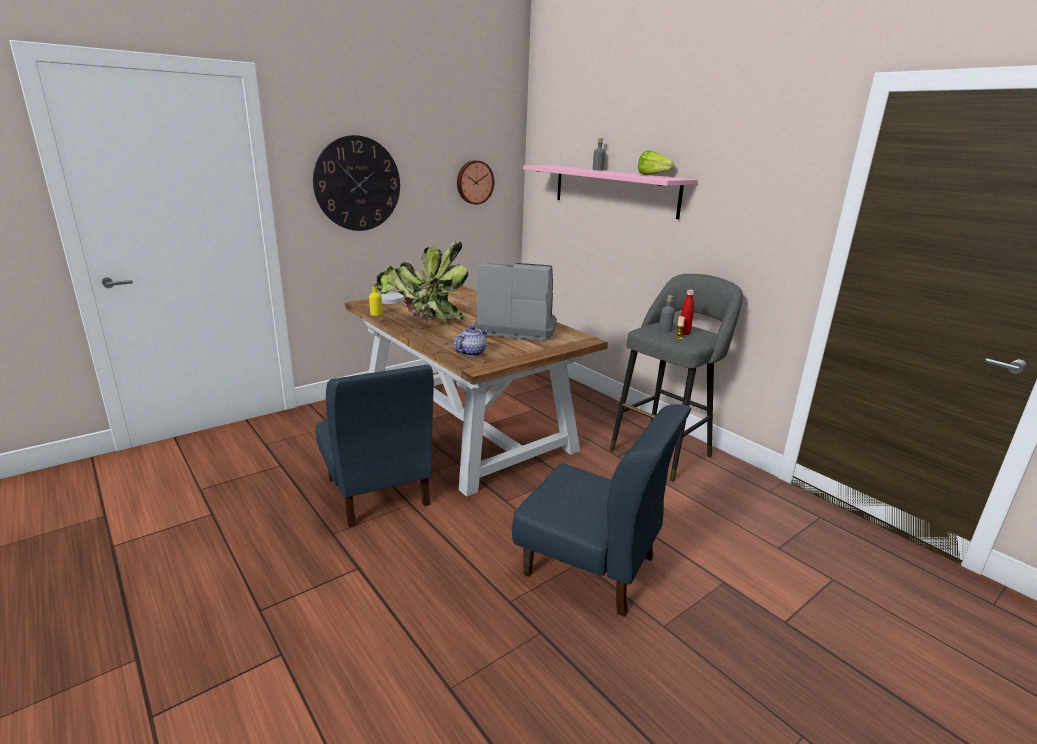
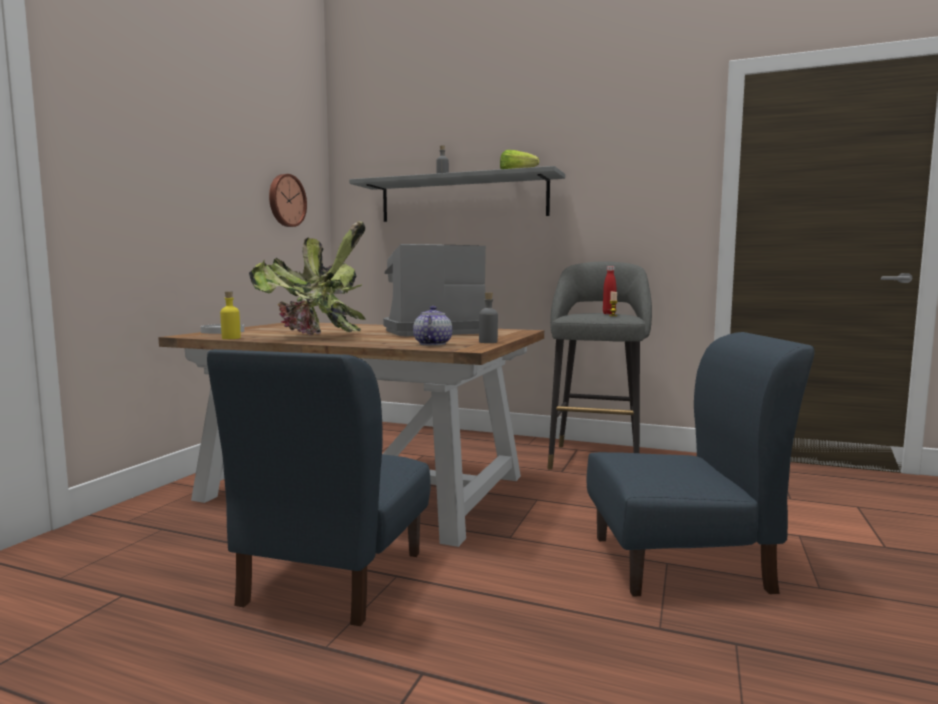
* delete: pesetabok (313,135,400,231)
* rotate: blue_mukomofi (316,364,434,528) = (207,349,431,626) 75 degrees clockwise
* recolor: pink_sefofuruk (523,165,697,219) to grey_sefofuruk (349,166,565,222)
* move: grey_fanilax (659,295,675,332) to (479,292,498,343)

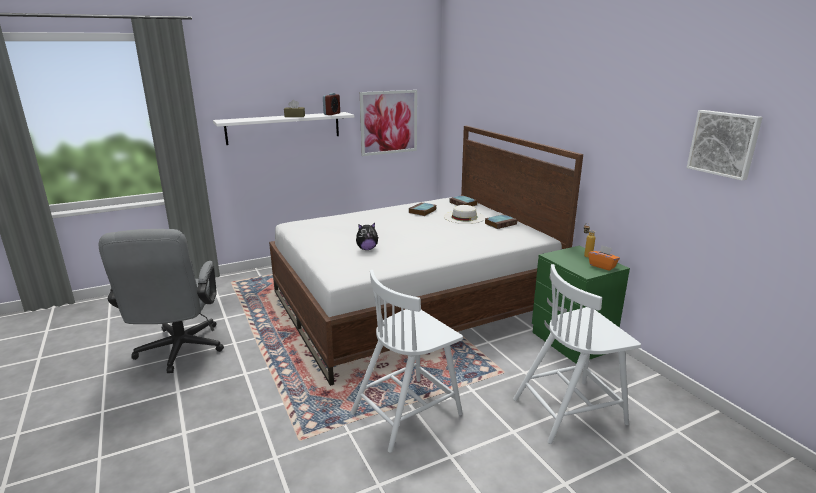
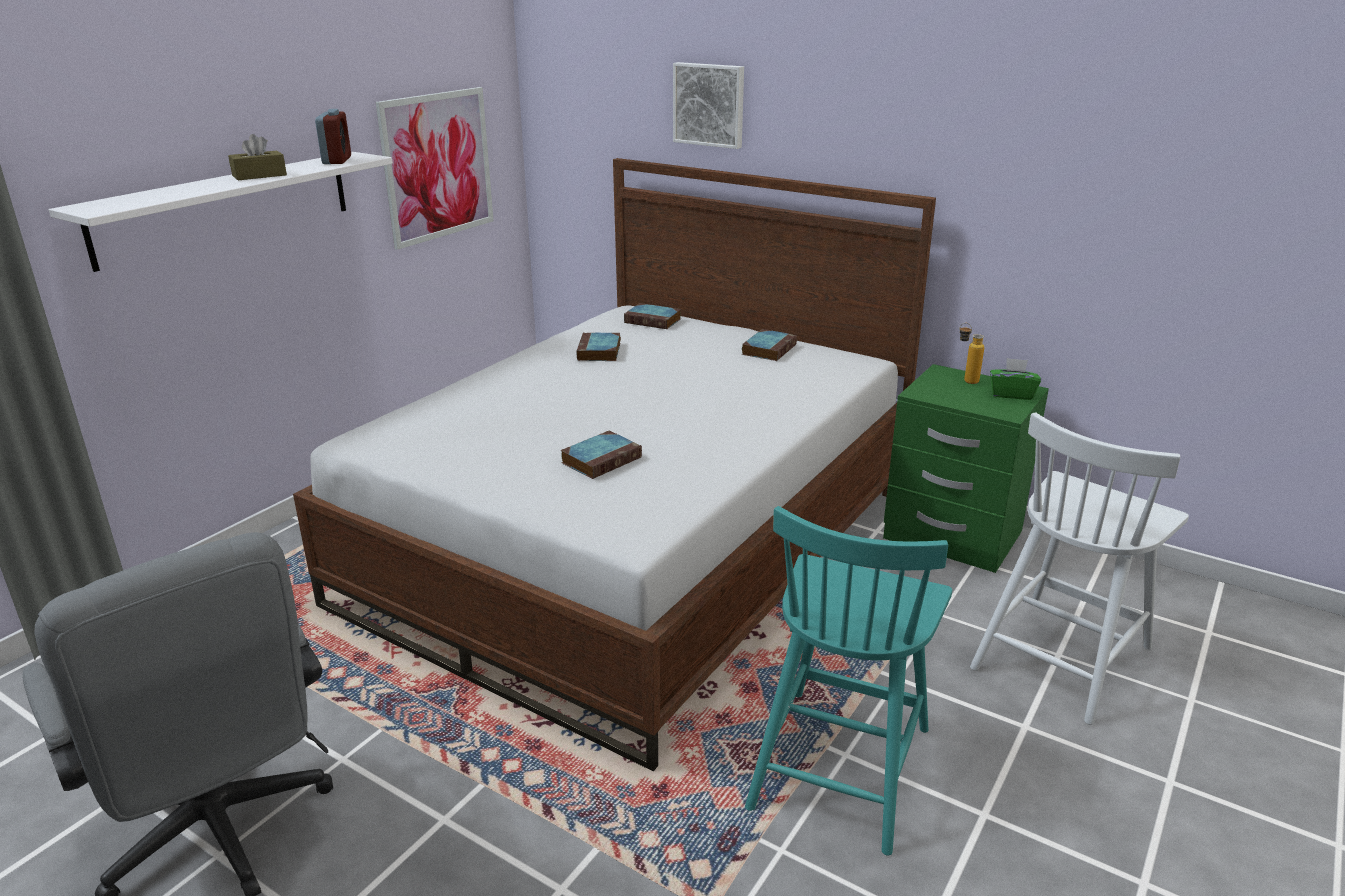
* recolor: white_mukomofi (351,270,463,453) to turquoise_mukomofi (745,506,952,856)
* replace: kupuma (356,223,378,250) to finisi (560,431,642,479)
* delete: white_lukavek (444,205,485,224)
* recolor: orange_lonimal (588,245,620,271) to green_lonimal (990,358,1041,400)
* move: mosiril (687,110,763,181) to (673,62,744,149)

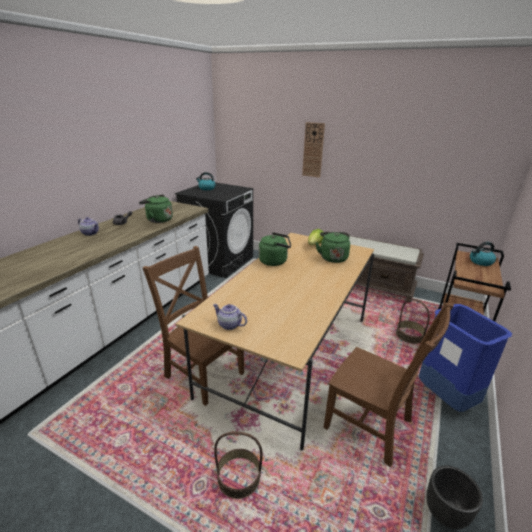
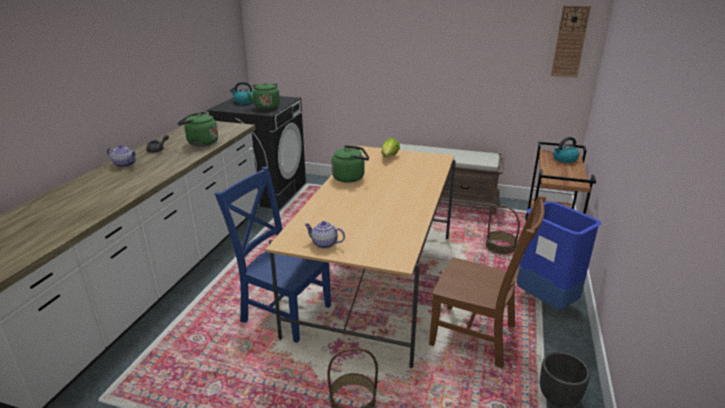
* recolor: brown_mukomofi (142,246,244,406) to blue_mukomofi (215,166,331,343)
* move: pesetabok (302,122,325,178) to (551,5,591,77)
* move: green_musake (315,232,350,263) to (247,82,280,110)

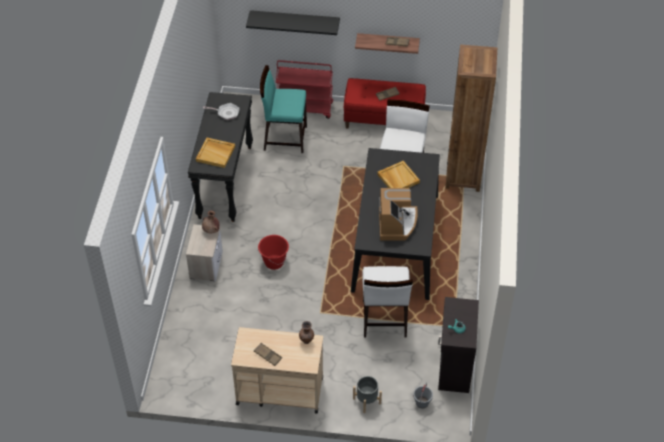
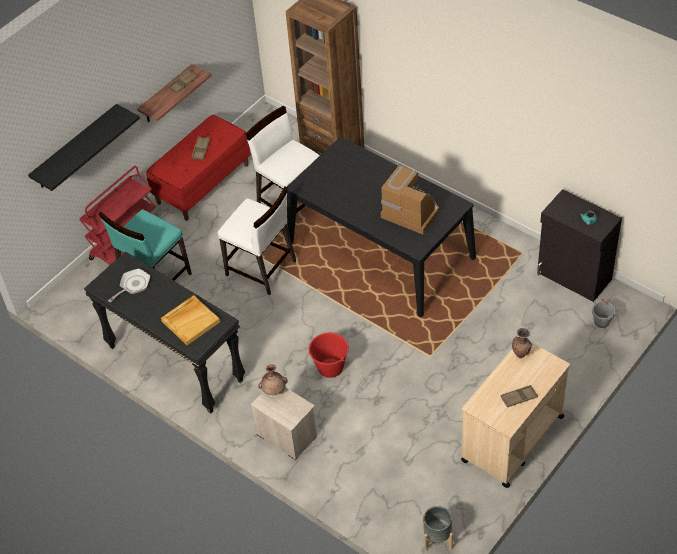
* move: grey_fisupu (353,376,382,413) to (423,506,453,551)
* move: white_mukomofi (362,266,413,337) to (218,186,296,295)
* delete: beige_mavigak (377,161,420,188)

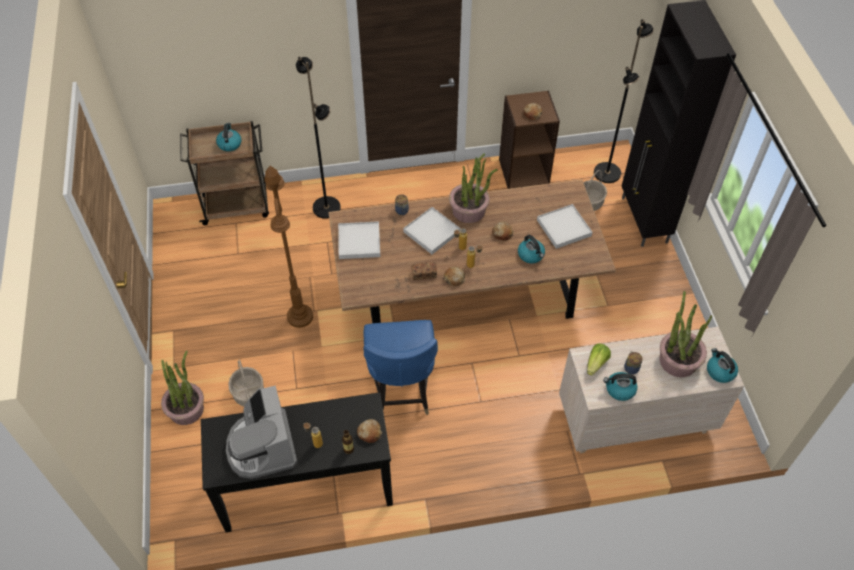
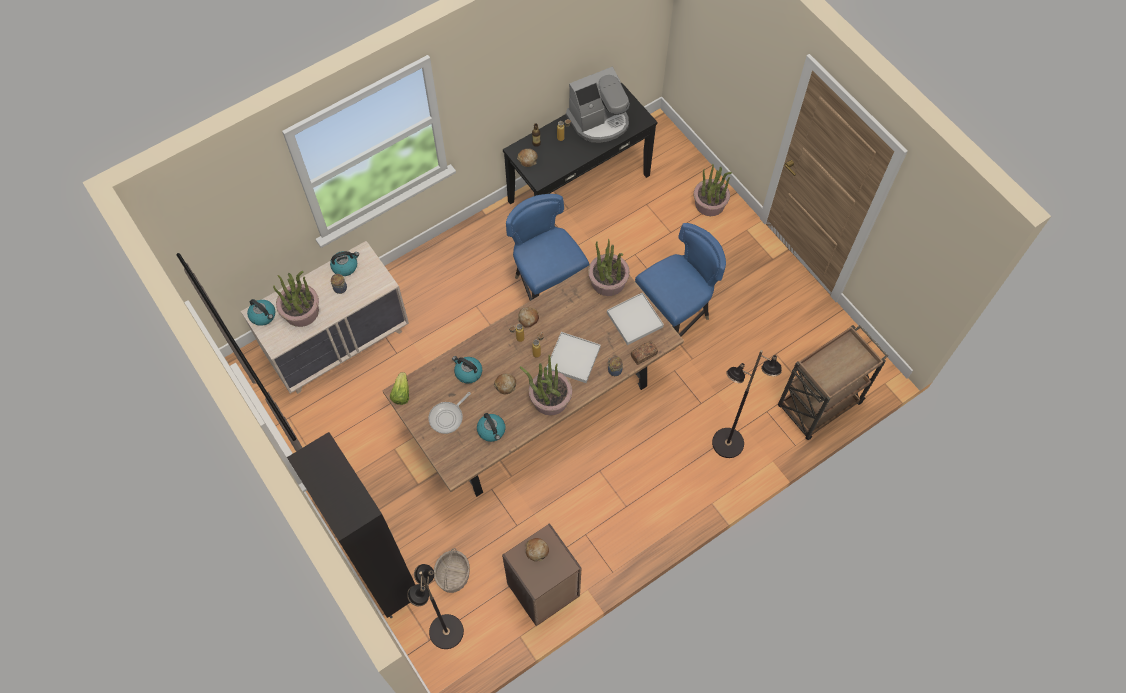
* move: musake (216,123,242,151) to (477,413,506,442)
* rotate: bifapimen (226,385,297,479) = (566,67,630,143) 105 degrees clockwise
* delete: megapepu (228,359,264,406)
* replace: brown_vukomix (265,166,313,328) to blue_mukomofi (635,223,726,350)
* move: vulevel (412,262,437,280) to (631,341,658,365)
* replace: white_mavigak (537,204,593,249) to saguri (428,392,471,434)
* move: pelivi (587,344,611,376) to (390,372,409,405)
* insert: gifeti (588,239,630,296)

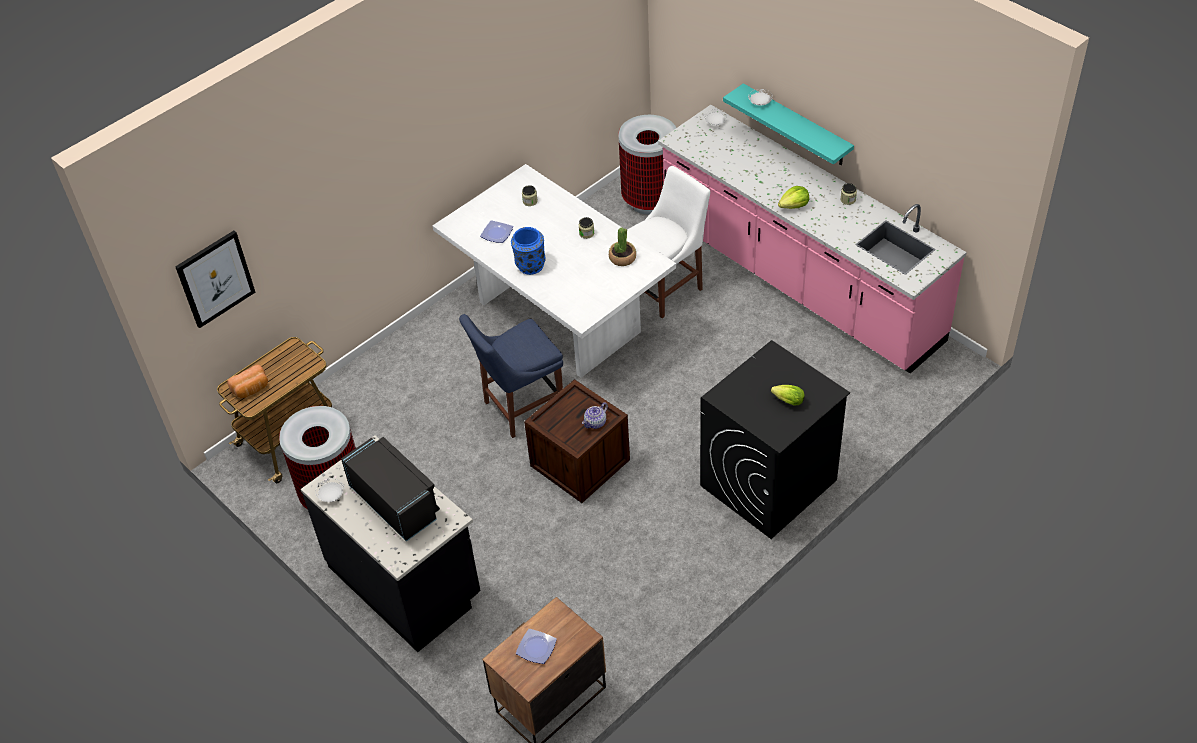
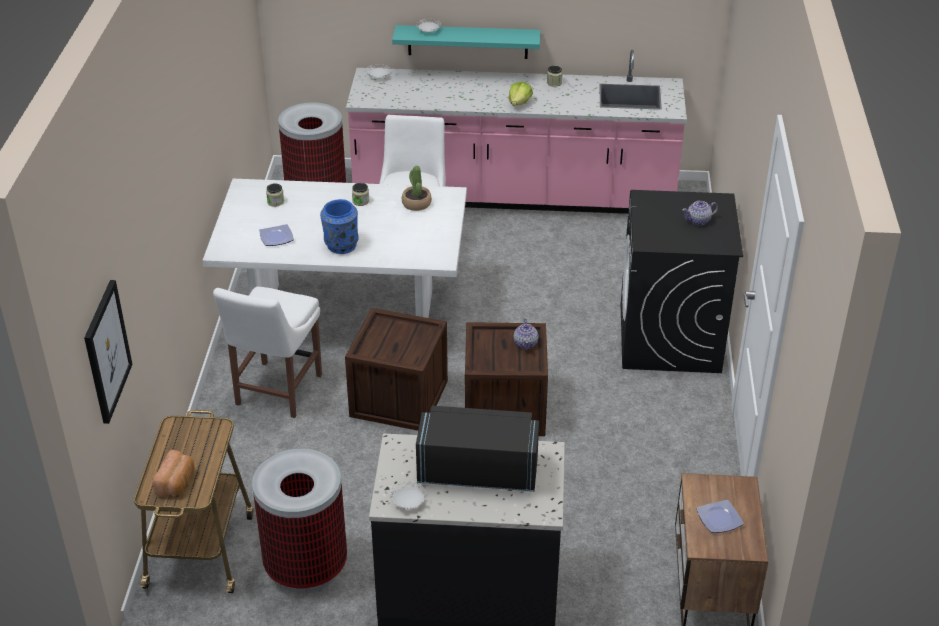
* replace: blue_mukomofi (459,314,563,438) to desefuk (345,308,448,431)
* replace: pelivi (771,385,805,406) to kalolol (682,201,718,226)
* insert: white_mukomofi (213,287,322,418)

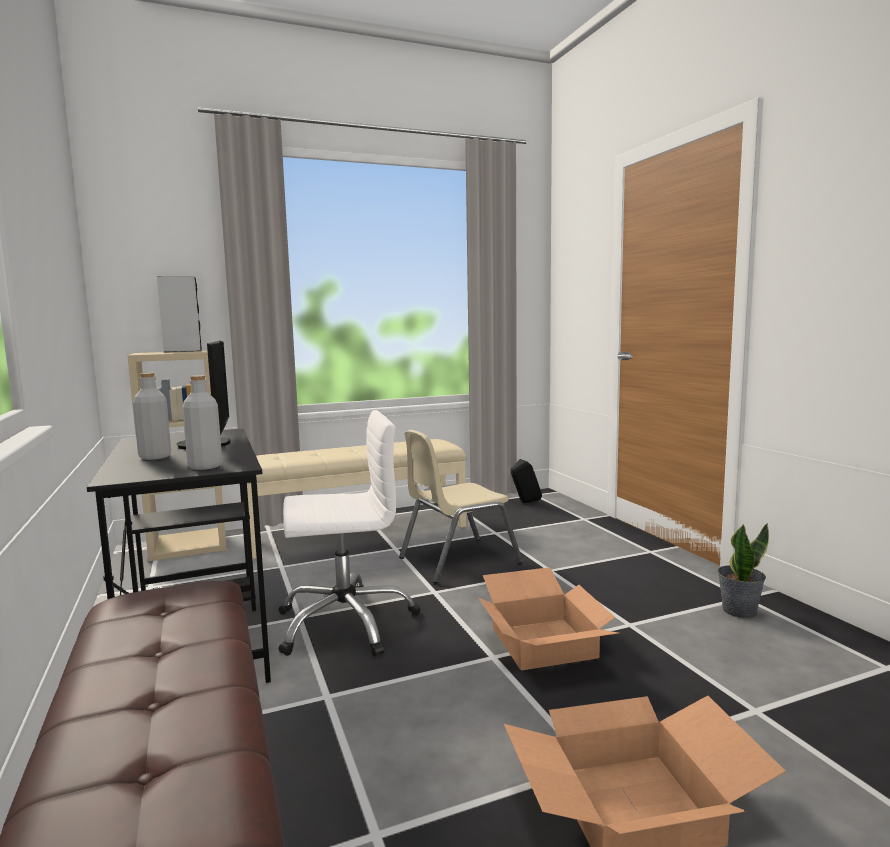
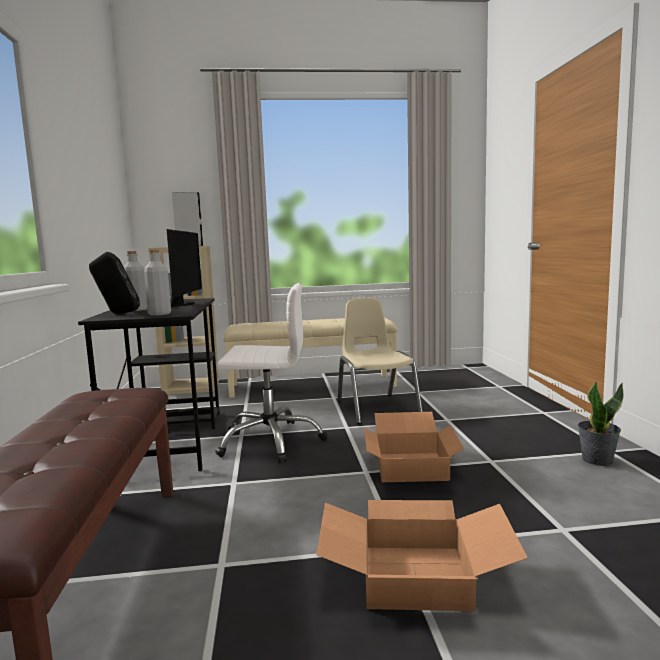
* rotate: beige_mukomofi (399,430,523,584) = (337,297,423,424) 90 degrees clockwise
* move: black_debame (510,459,542,503) to (89,252,140,314)

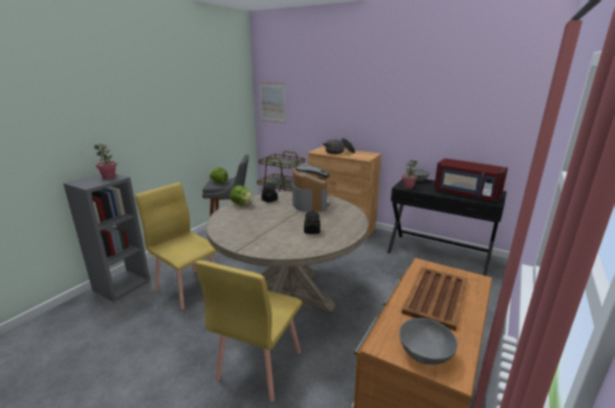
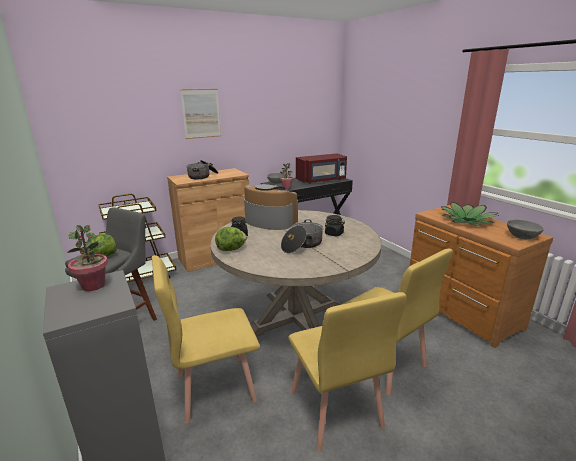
* move: mosiril (260,83,286,123) to (180,89,221,139)
* replace: brown_mavigak (402,267,468,331) to gifeti (440,202,499,226)
* insert: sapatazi (281,219,323,253)
* insert: yellow_mukomofi (288,292,407,451)

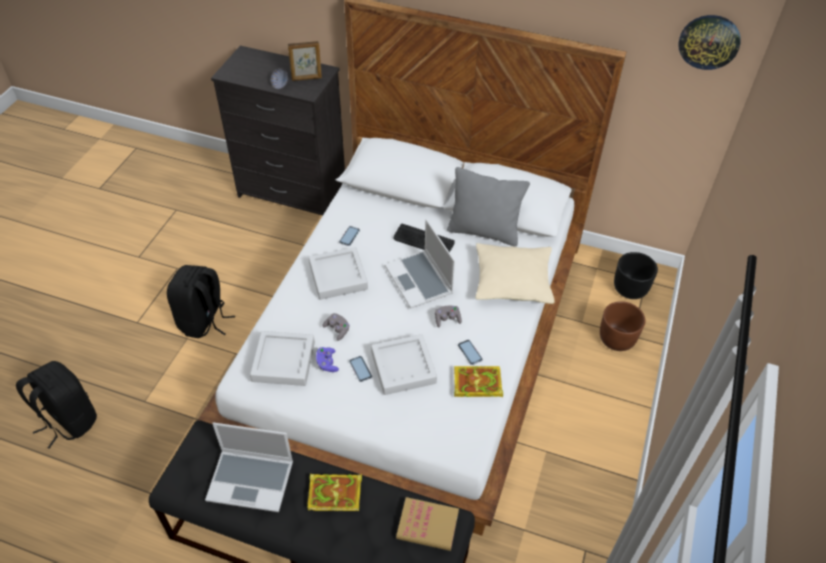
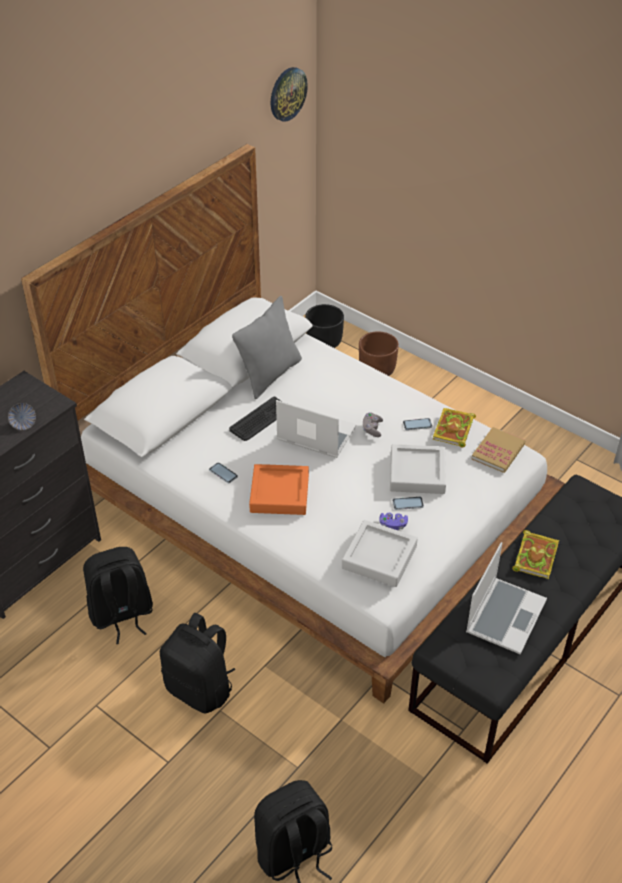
* delete: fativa (288,41,322,81)
* recolor: grey_mavigak (309,247,368,300) to orange_mavigak (249,464,309,515)
* delete: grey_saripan (322,313,350,341)
* rotate: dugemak (385,219,455,309) = (276,400,356,458) 150 degrees counterclockwise
* move: finisi (396,497,459,551) to (471,427,525,473)
* delete: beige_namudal (475,243,555,304)
* insert: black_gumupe (83,547,153,644)

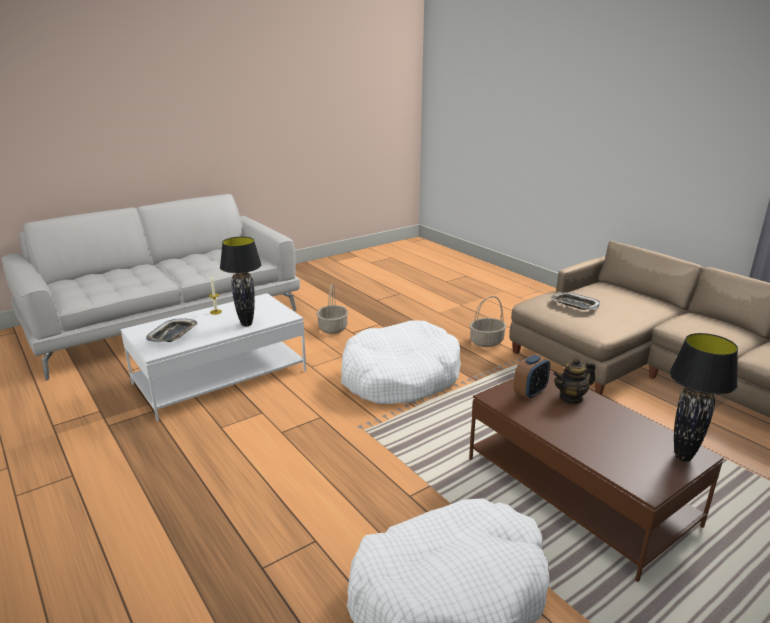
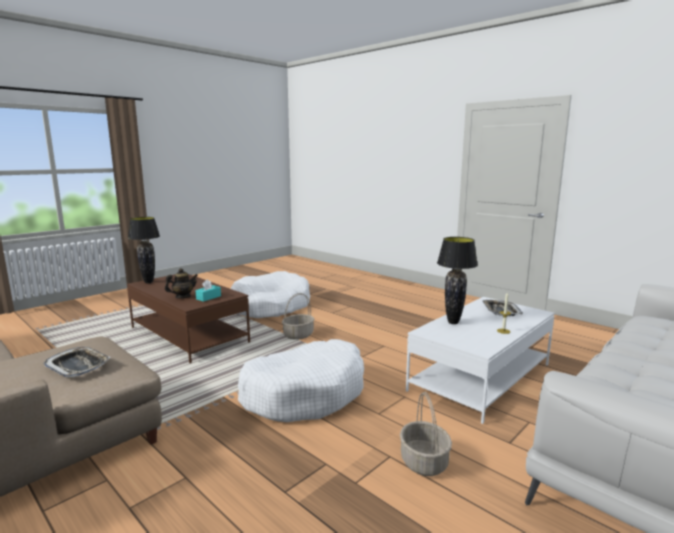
* move: megapepu (470,296,506,347) to (282,293,315,340)
* replace: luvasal (513,354,550,399) to turquoise_lonimal (195,279,221,302)

